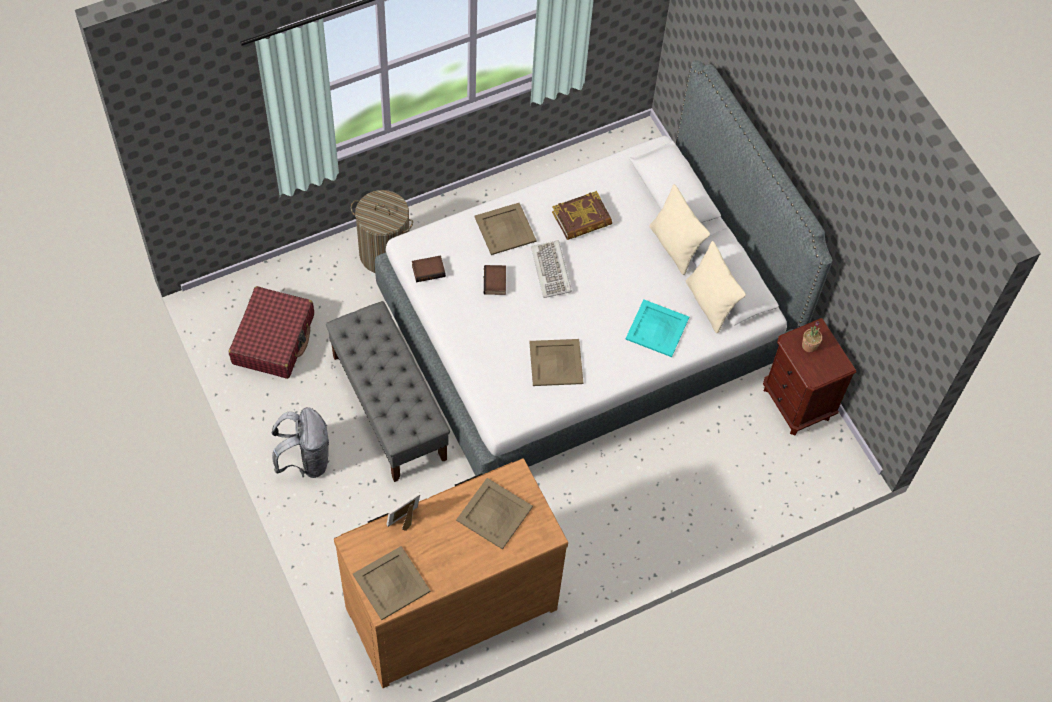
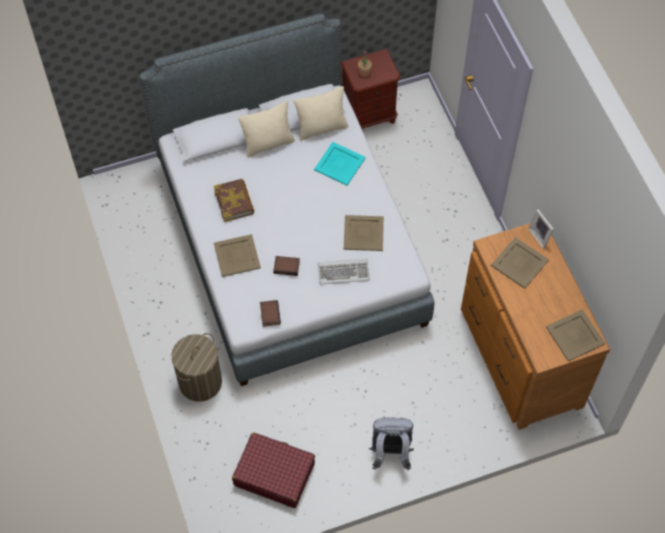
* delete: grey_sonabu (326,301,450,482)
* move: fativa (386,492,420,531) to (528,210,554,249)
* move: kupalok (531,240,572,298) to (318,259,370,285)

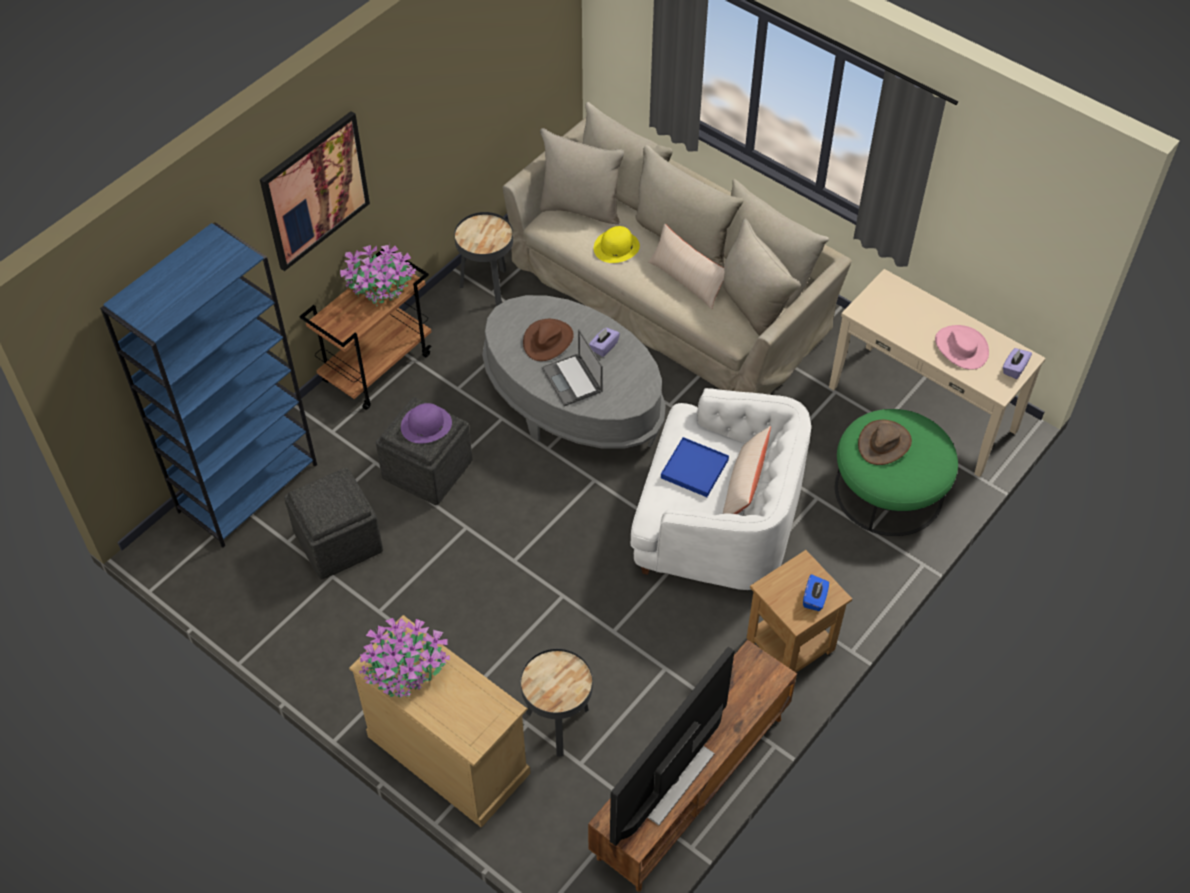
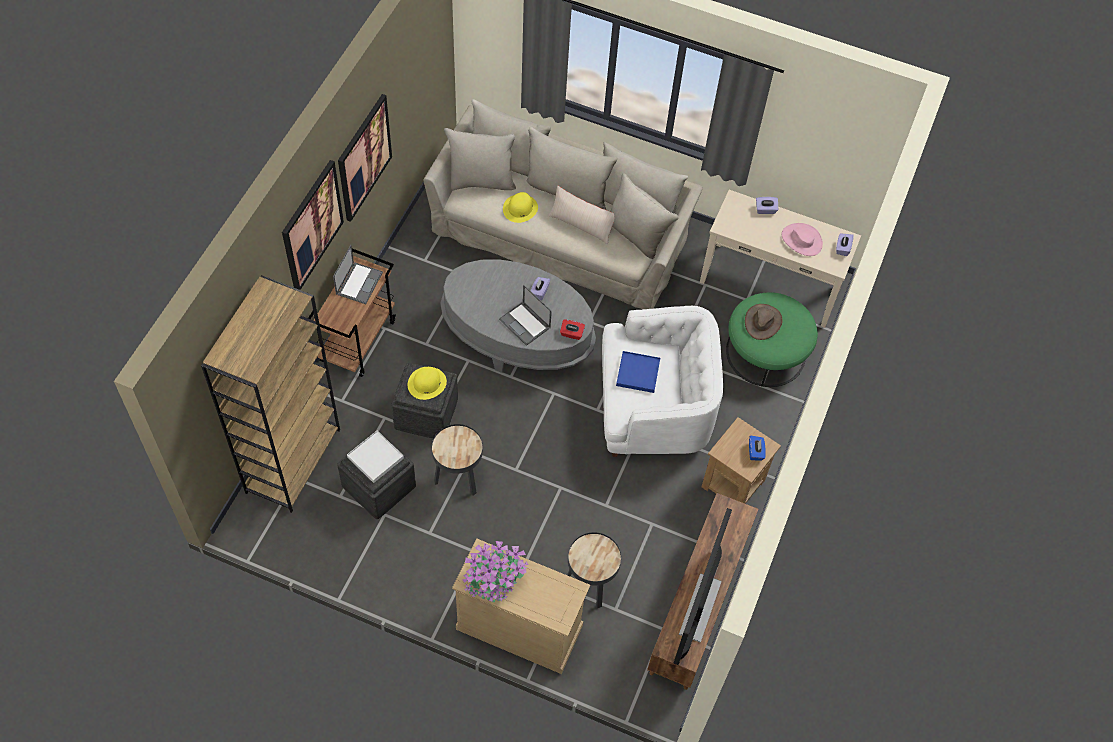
* recolor: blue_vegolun (100,222,317,548) to brown_vegolun (201,275,340,513)
* replace: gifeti (340,242,416,306) to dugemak (333,245,383,304)
* recolor: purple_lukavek (401,403,452,443) to yellow_lukavek (408,367,447,400)
* move: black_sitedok (454,212,513,306) to (432,424,483,496)
* delete: brown_lukavek (523,319,574,361)
* delete: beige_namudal (723,426,771,514)
* insert: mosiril (338,94,392,222)
* insert: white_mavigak (347,431,404,483)
* insert: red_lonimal (560,320,585,340)
* insert: purple_lonimal (756,197,778,214)

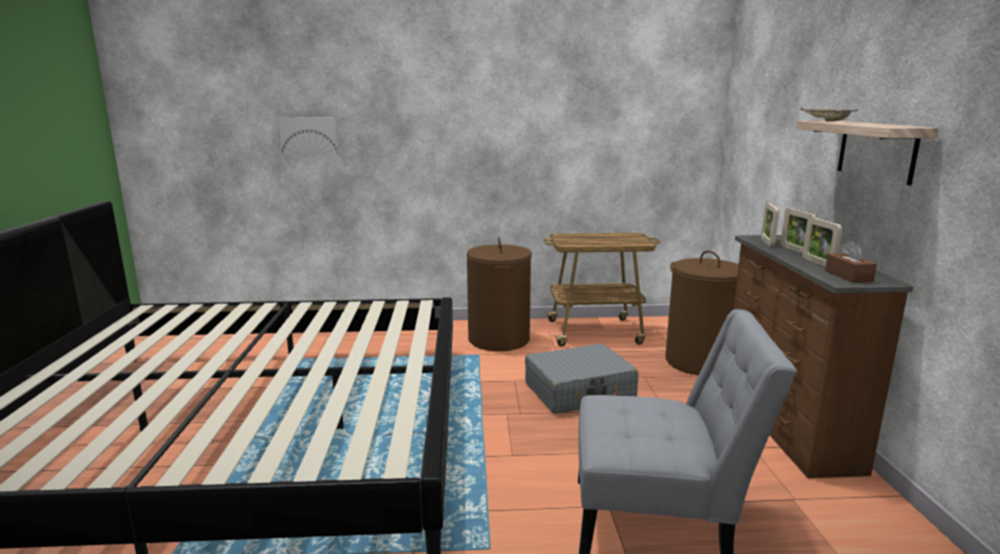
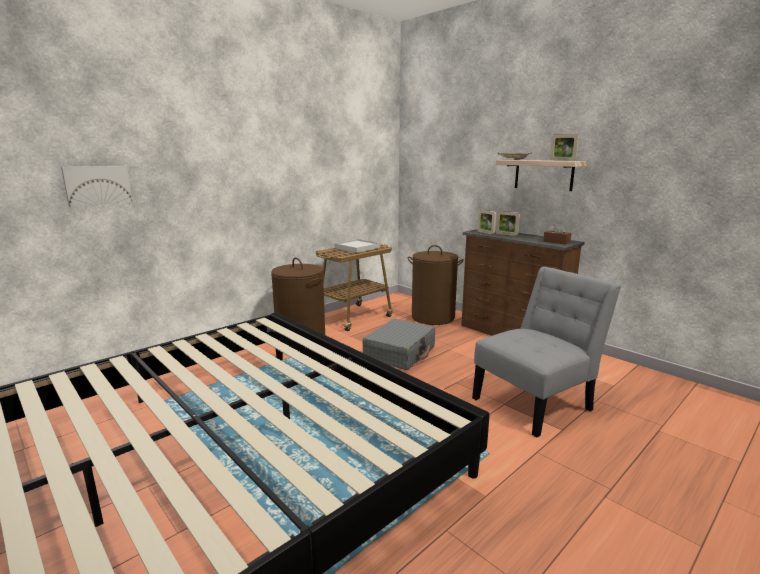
* move: fativa (803,218,842,267) to (550,134,579,161)
* insert: white_mavigak (334,239,380,253)

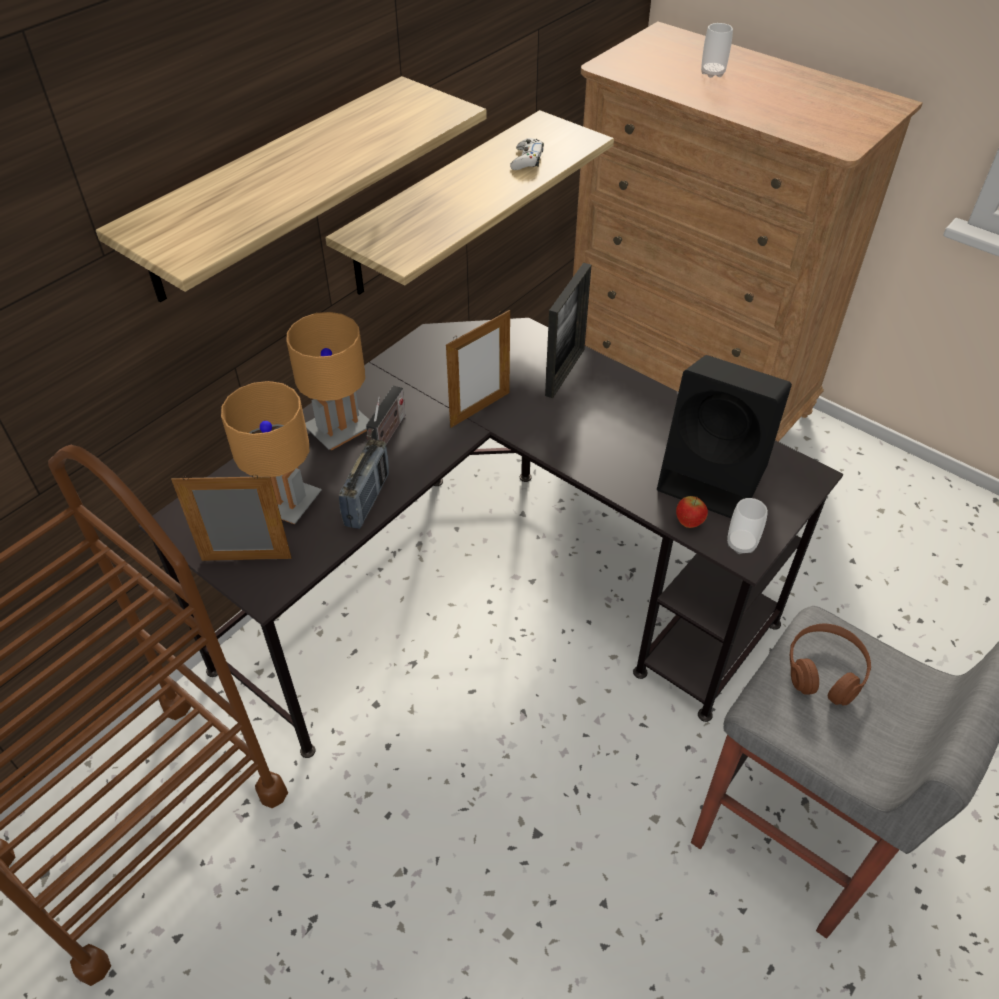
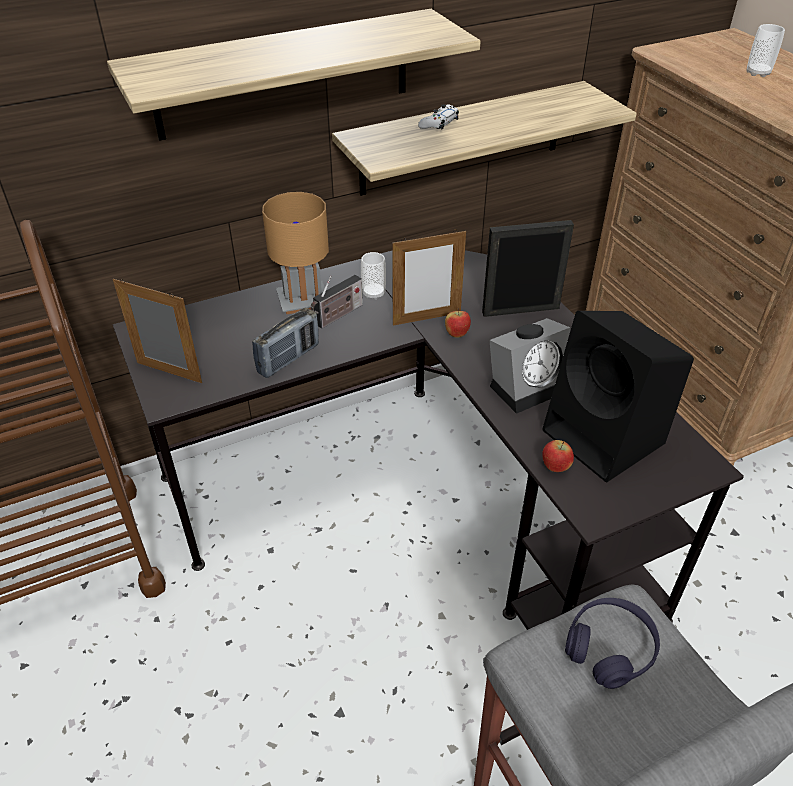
* delete: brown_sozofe (221,381,322,524)
* move: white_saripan (510,138,544,170) to (418,104,459,130)
* rotate: fativa (545,263,592,398) = (482,220,574,317) 150 degrees counterclockwise
* move: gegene (727,498,768,554) to (361,252,386,300)
* recolor: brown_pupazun (790,624,871,705) to purple_pupazun (565,598,660,689)
* insert: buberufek (445,308,471,338)
* insert: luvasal (489,318,570,414)

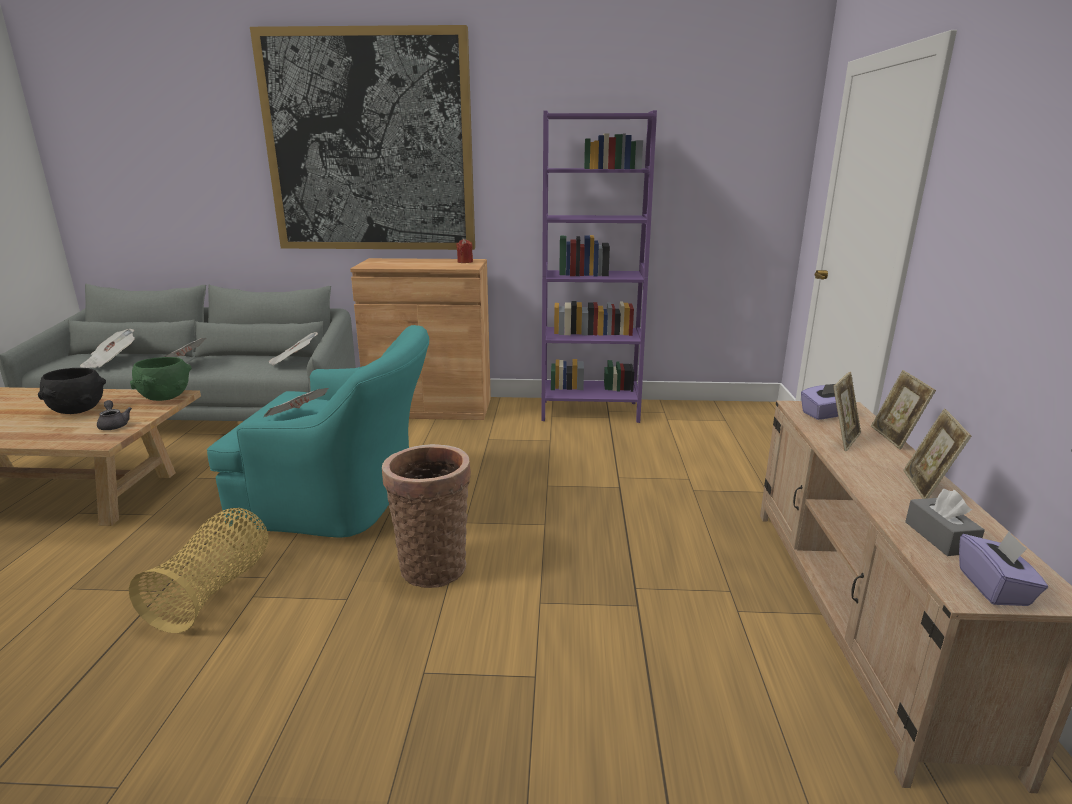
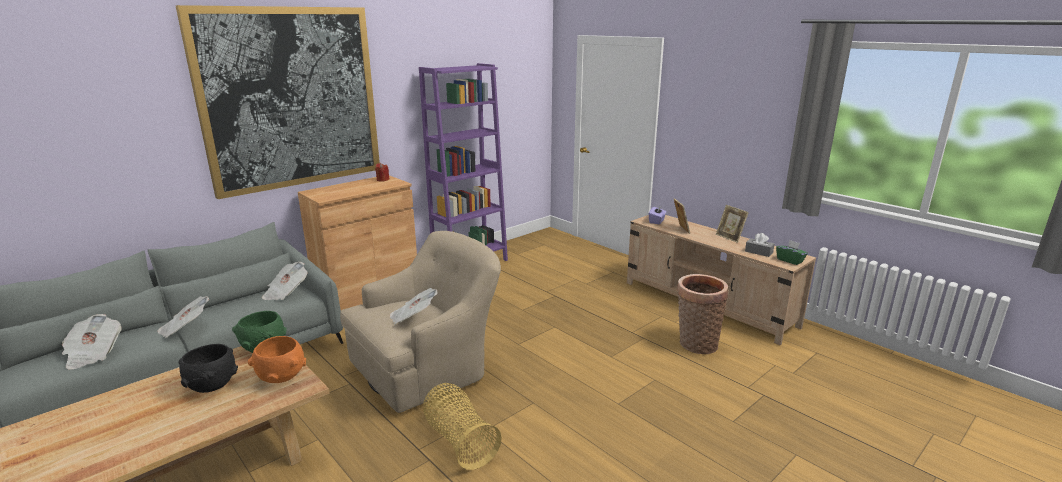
* replace: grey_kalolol (97,400,132,430) to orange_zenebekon (248,336,306,383)
* recolor: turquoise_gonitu (207,325,429,538) to beige_gonitu (340,231,501,413)
* move: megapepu (382,444,471,588) to (677,274,728,354)
* delete: fativa (871,370,936,450)
* recolor: purple_lonimal (959,531,1048,606) to green_lonimal (776,240,808,265)

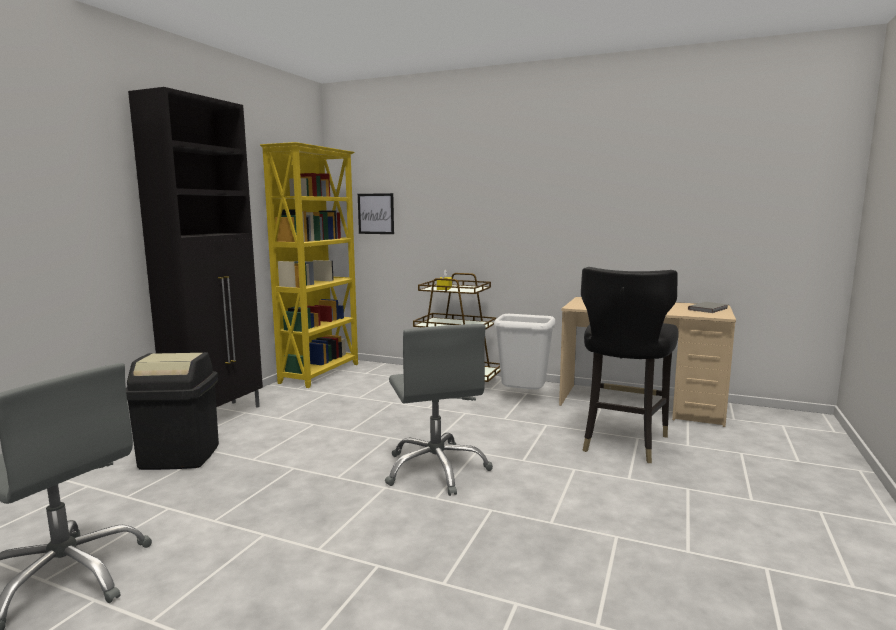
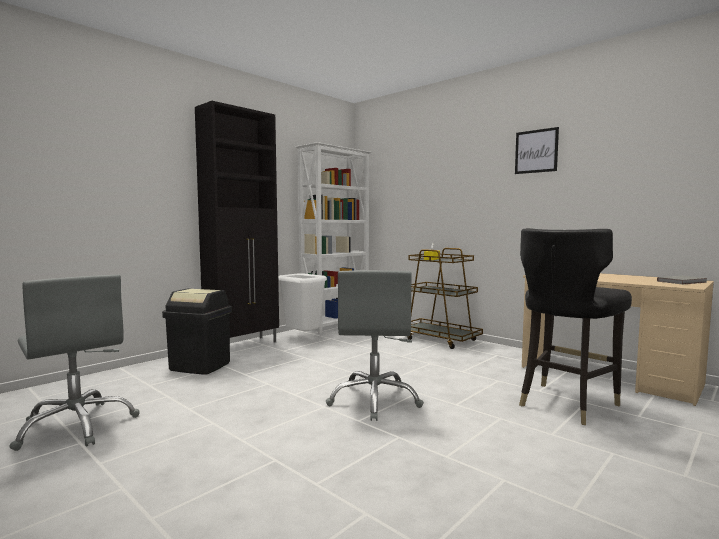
* recolor: yellow_vegolun (260,142,358,388) to white_vegolun (296,142,372,334)
* move: mosiril (358,193,394,234) to (515,127,559,174)
* move: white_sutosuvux (494,314,555,390) to (278,273,327,331)

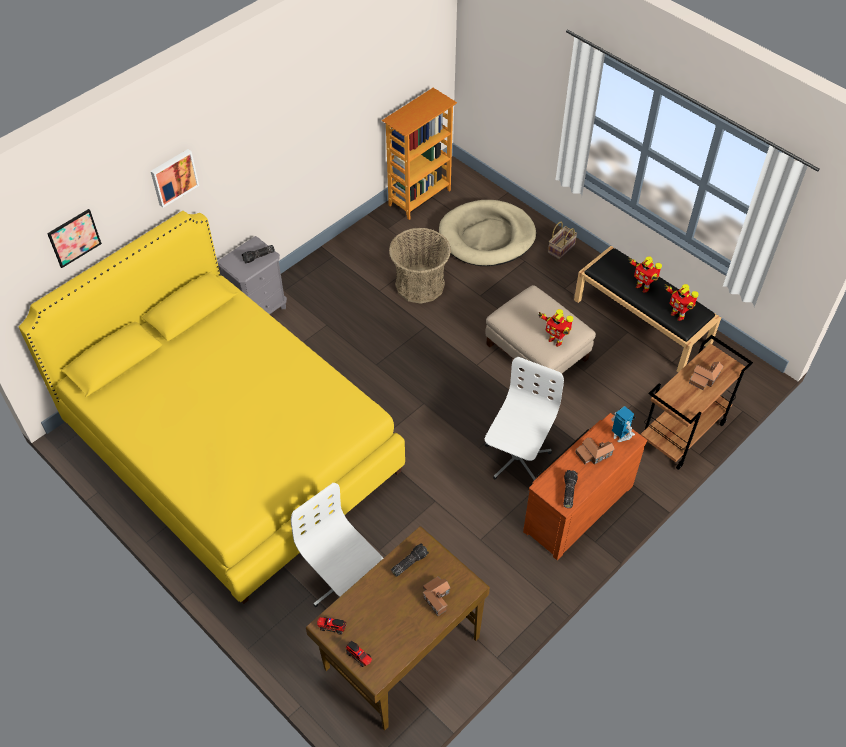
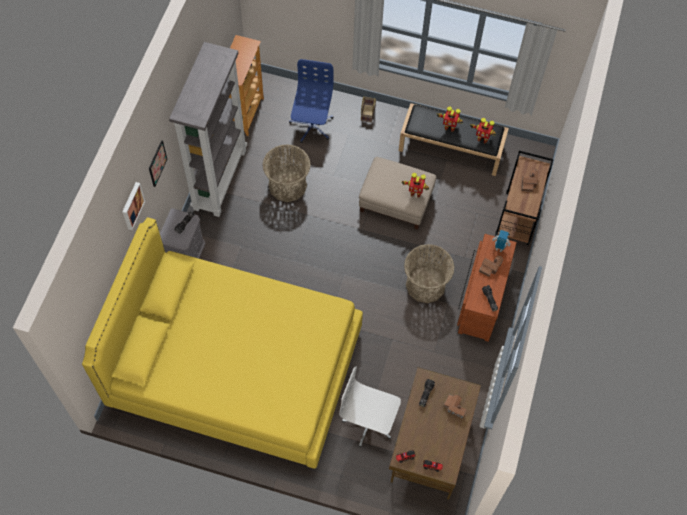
* move: mosiril (47,209,102,268) to (149,140,167,187)
* replace: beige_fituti (439,200,536,266) to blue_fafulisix (289,59,334,143)
* replace: white_fafulisix (485,357,564,481) to megapepu (404,244,455,303)
* insert: grey_vegolun (169,42,247,217)

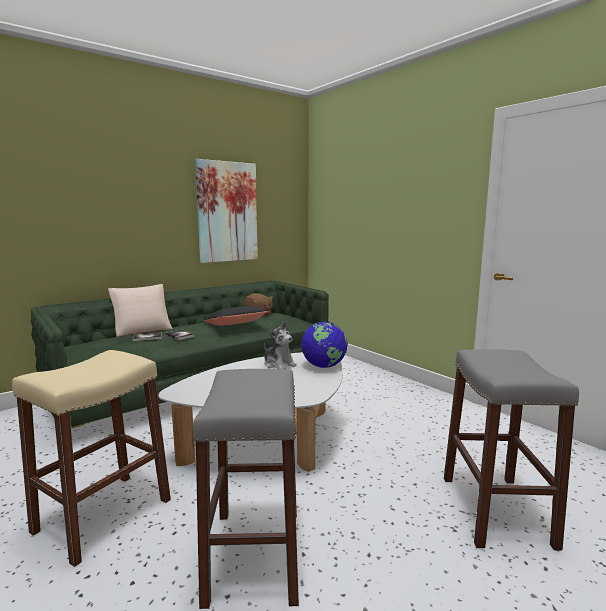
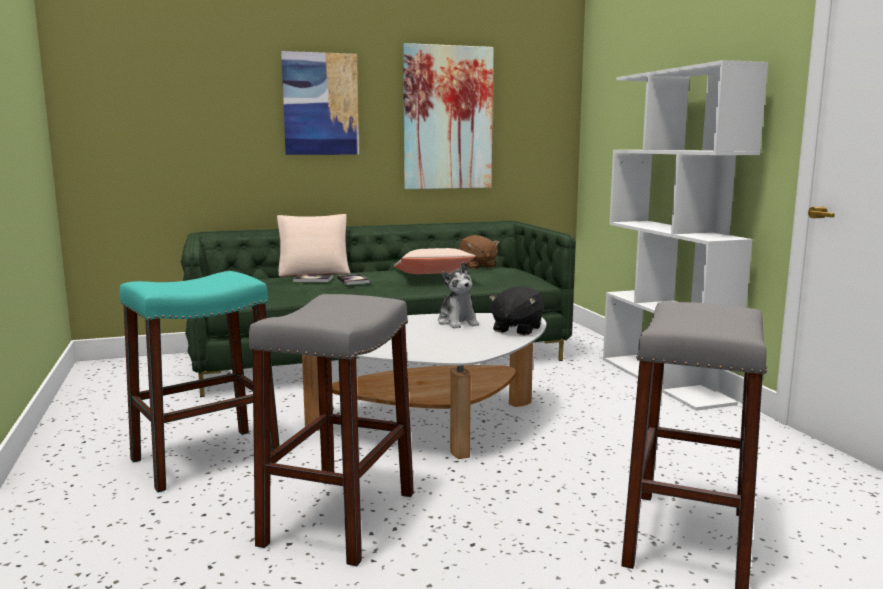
* recolor: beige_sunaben (12,350,171,567) to turquoise_sunaben (120,271,280,493)
* recolor: black_namudal (204,306,269,325) to beige_namudal (394,248,476,274)
* replace: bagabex (301,322,348,368) to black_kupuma (489,286,544,335)
* insert: mosiril (281,51,359,155)
* insert: white_vegolun (603,60,768,411)

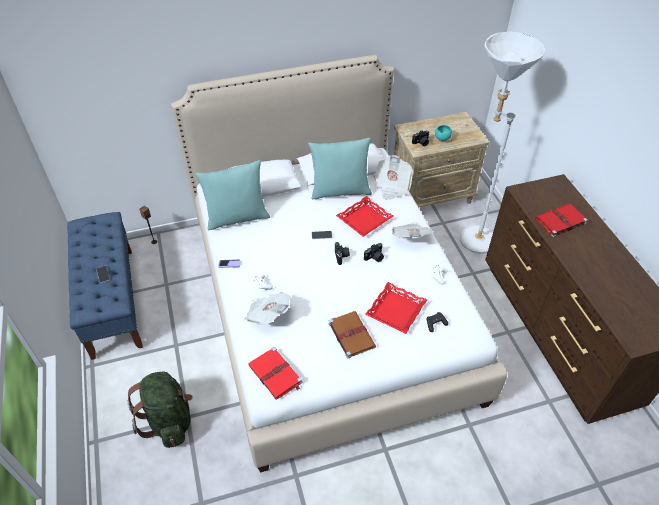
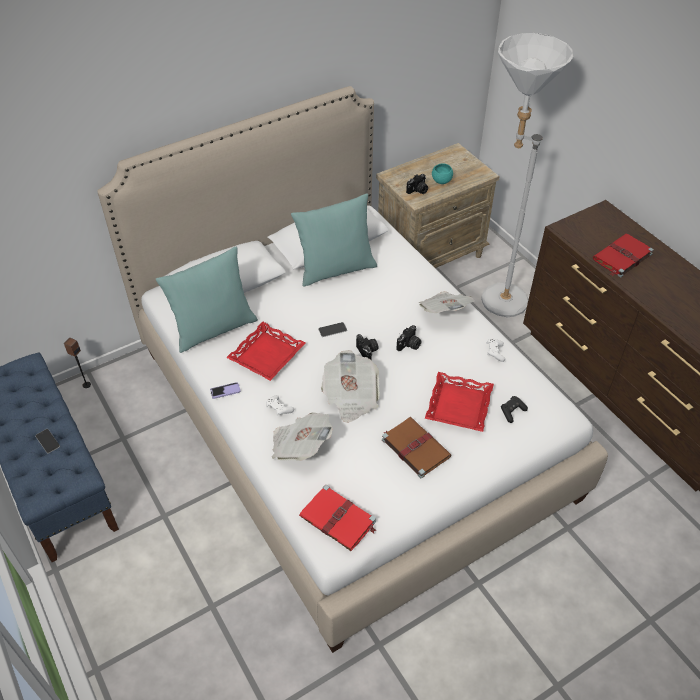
* delete: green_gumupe (128,372,193,448)
* move: red_mavigak (336,196,394,237) to (226,321,305,381)
* move: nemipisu (374,155,413,200) to (321,350,380,423)

